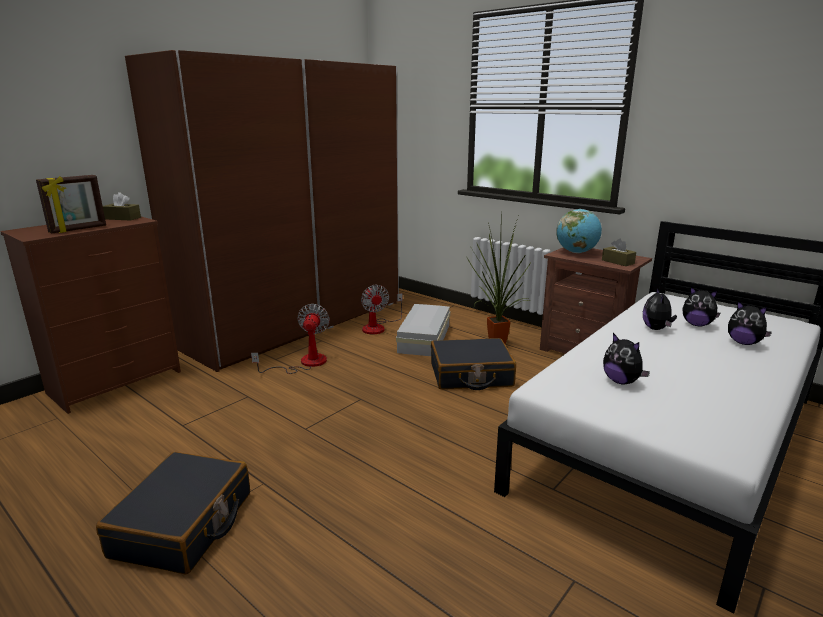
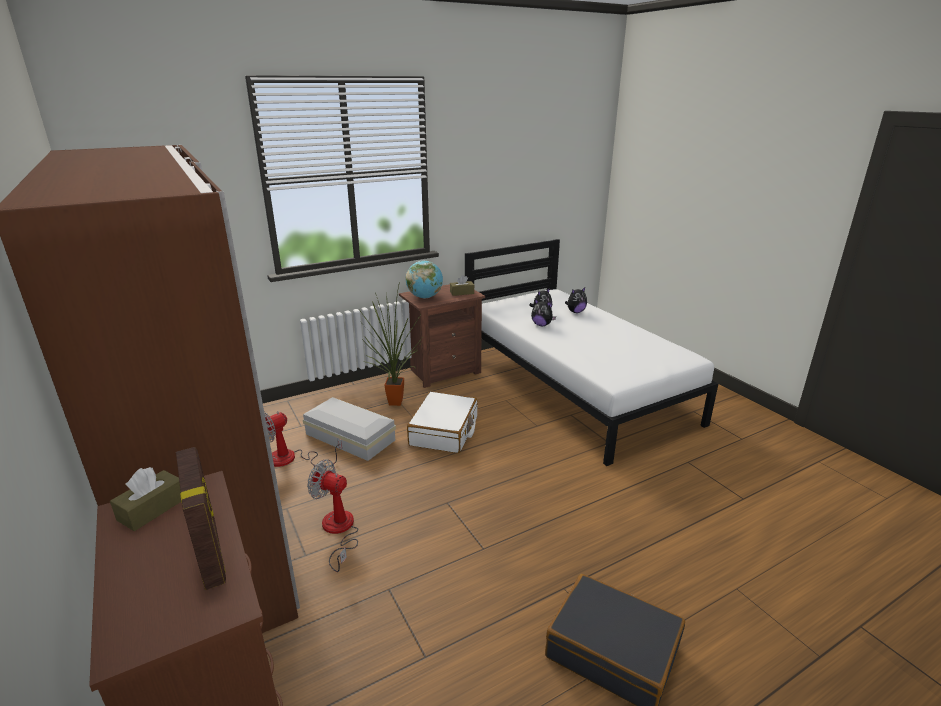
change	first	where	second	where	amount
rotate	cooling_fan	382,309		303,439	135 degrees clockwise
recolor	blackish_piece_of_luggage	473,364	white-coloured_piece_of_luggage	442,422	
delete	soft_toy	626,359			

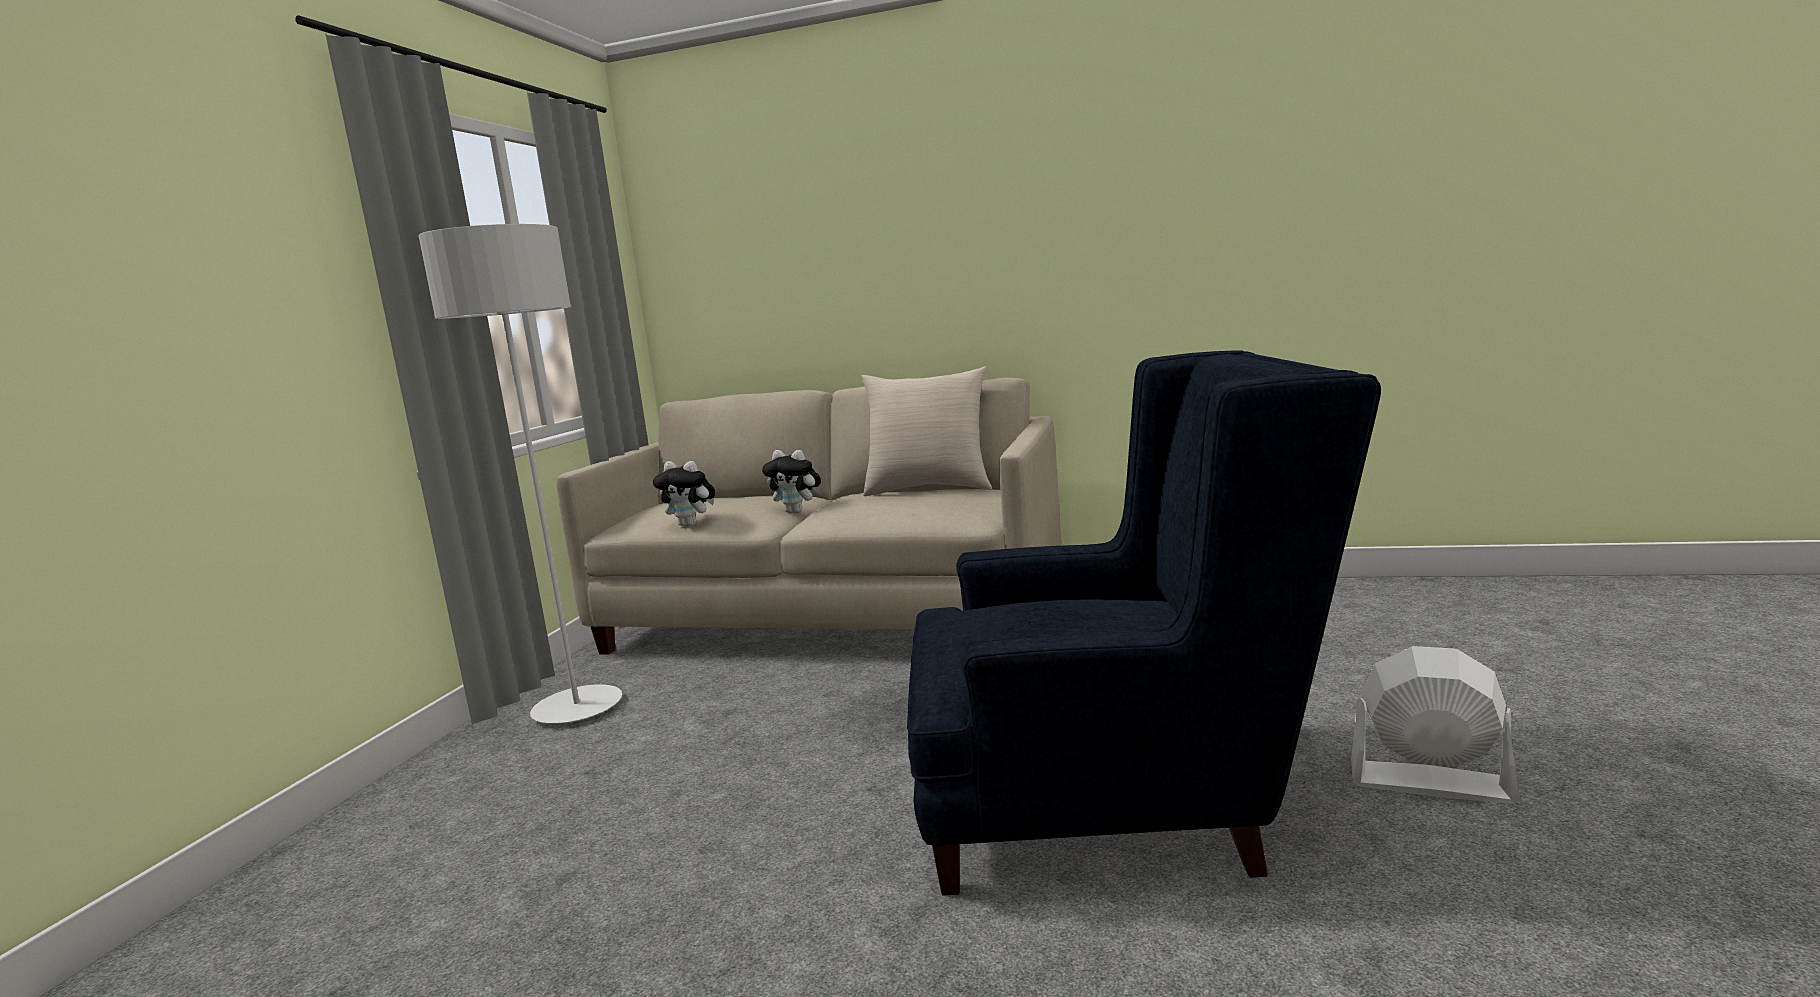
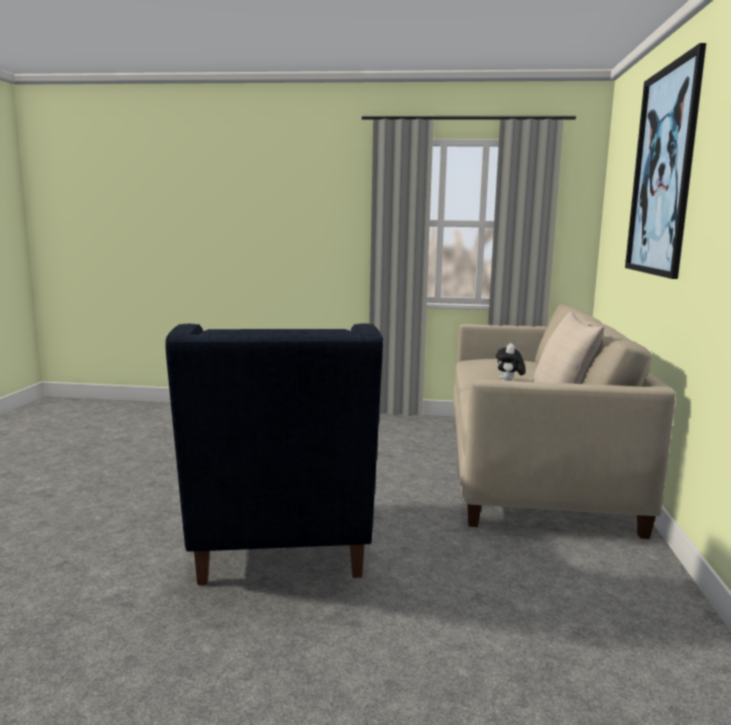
change	first	where	second	where	amount
insert			wall_art	665,161	
delete	gray_standing_lamp	520,474			
delete	soft_toy	684,493			
delete	white-coloured_cooling_fan	1435,725			

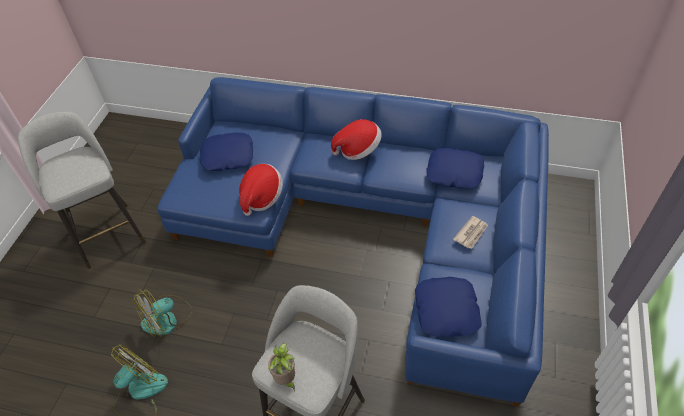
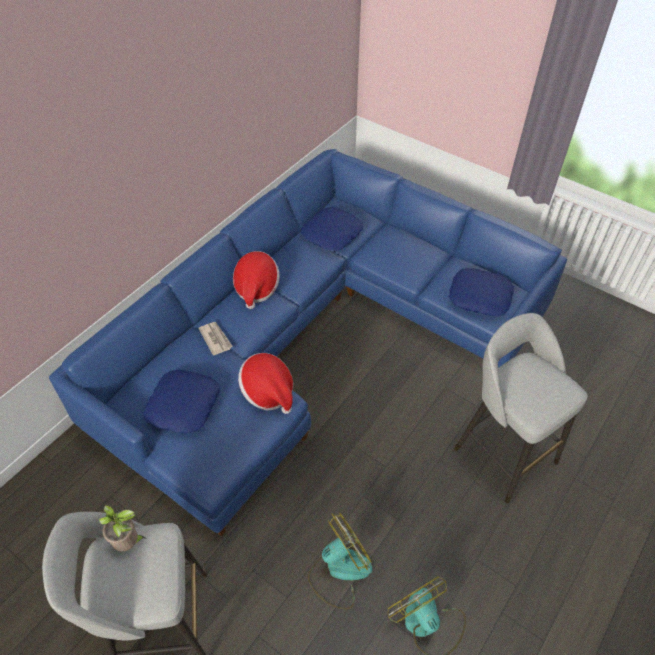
change	first	where	second	where	amount
move	potted_plant	281,366		122,528	
move	printed_paper	470,232		215,339	
rotate	cooling_fan	162,313		340,561	105 degrees counterclockwise

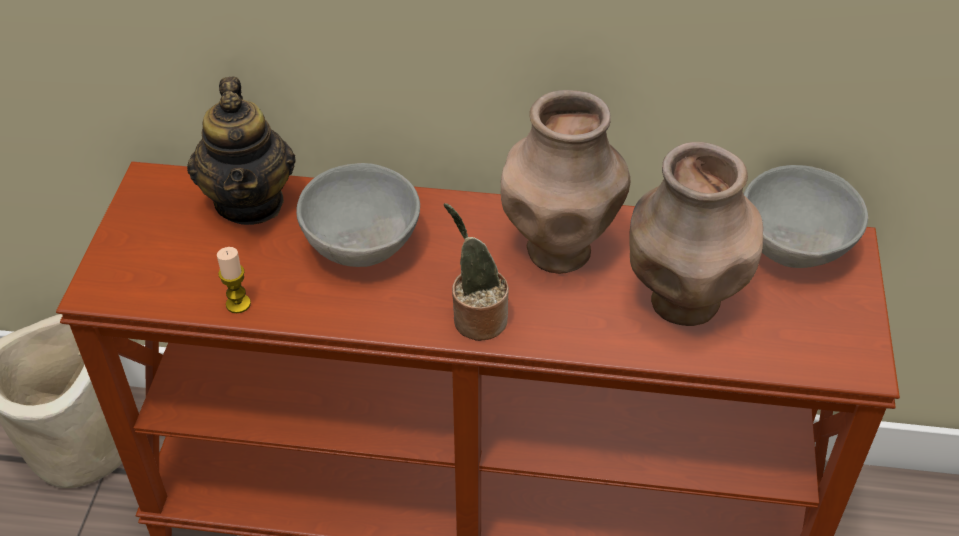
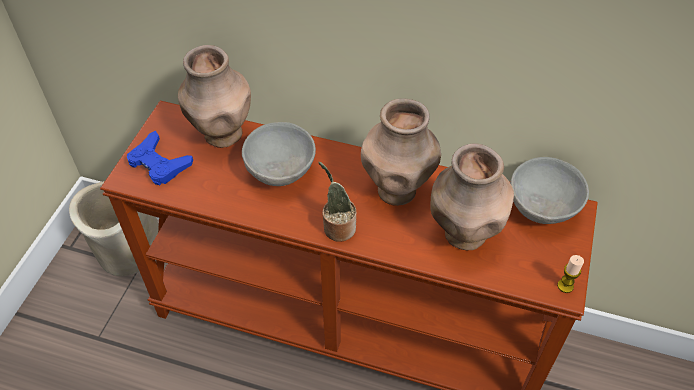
change	first	where	second	where	amount
insert			bluish_joypad	160,157	
replace	pot_for_tea	241,151	brown_decorative_vase	214,96	
move	wax_candle	234,280		570,274	

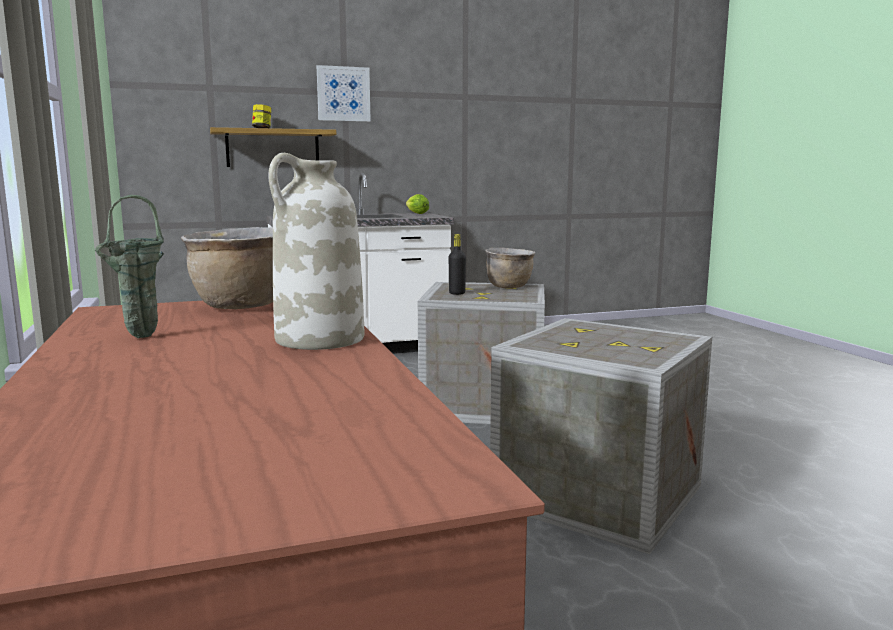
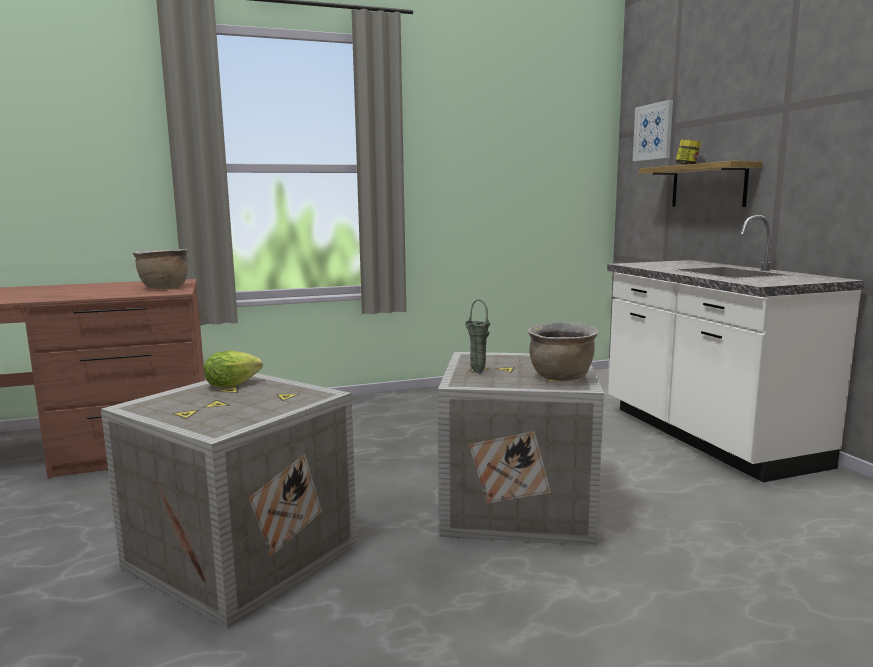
change	first	where	second	where	amount
move	lettuce	417,204		233,369	
move	greenish_decorative_vase	129,267		478,336	
move	wall_art	344,93		653,130	
delete	white-coloured_decorative_vase	316,251			
delete	blackish_bottle	457,264			

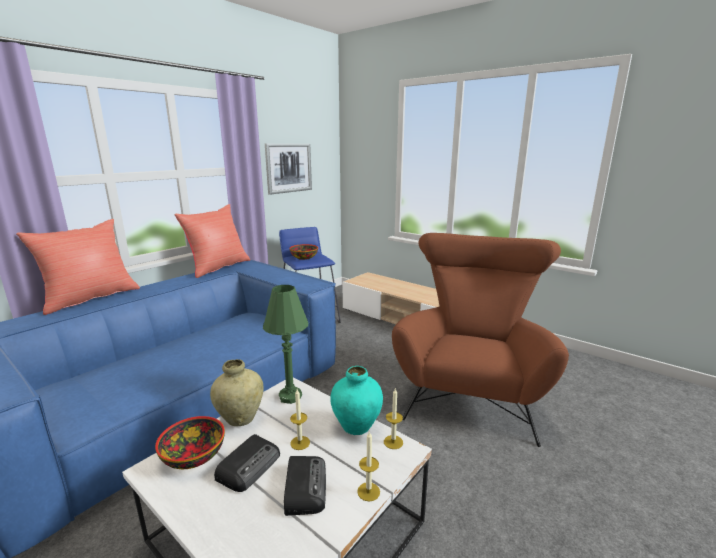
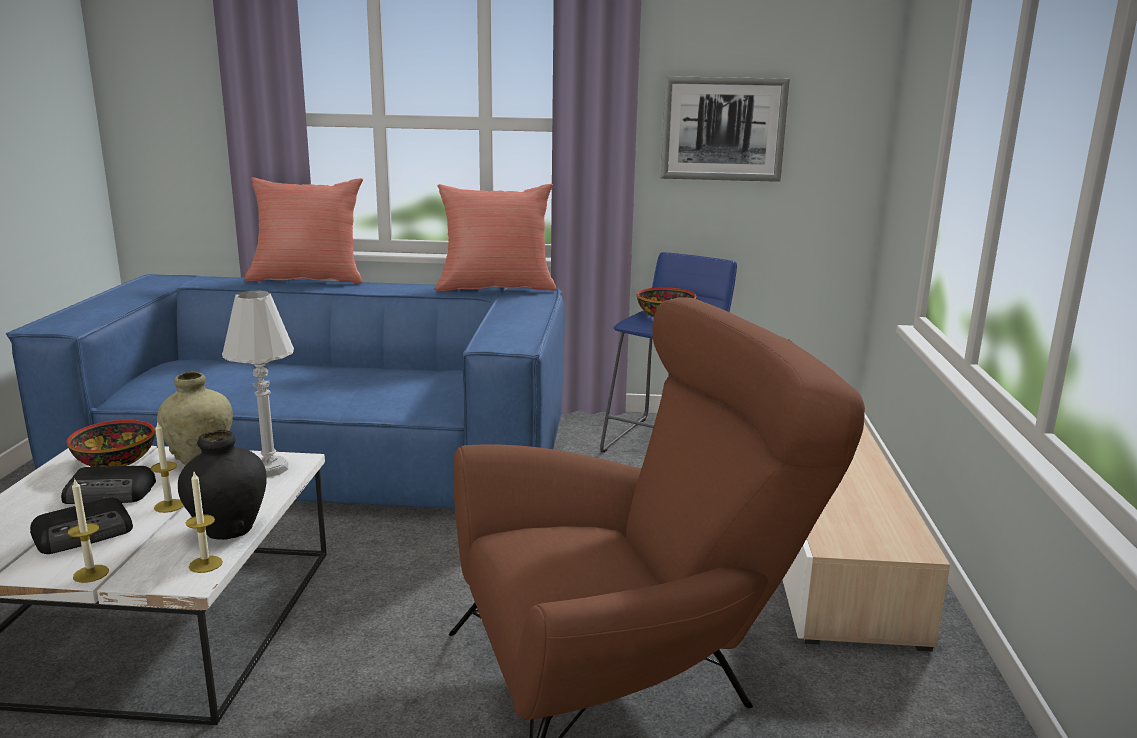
change	first	where	second	where	amount
recolor	blue-green_decorative_vase	356,400	blackish_decorative_vase	222,485	
recolor	greenish_table_lamp	285,344	white-coloured_table_lamp	258,384	

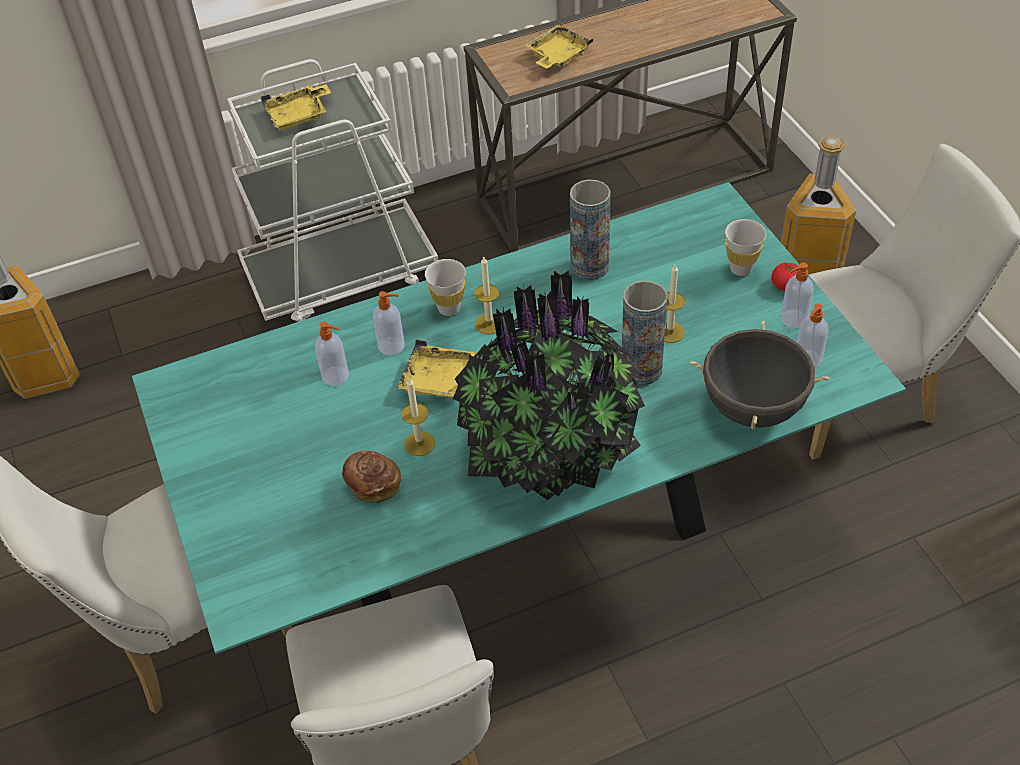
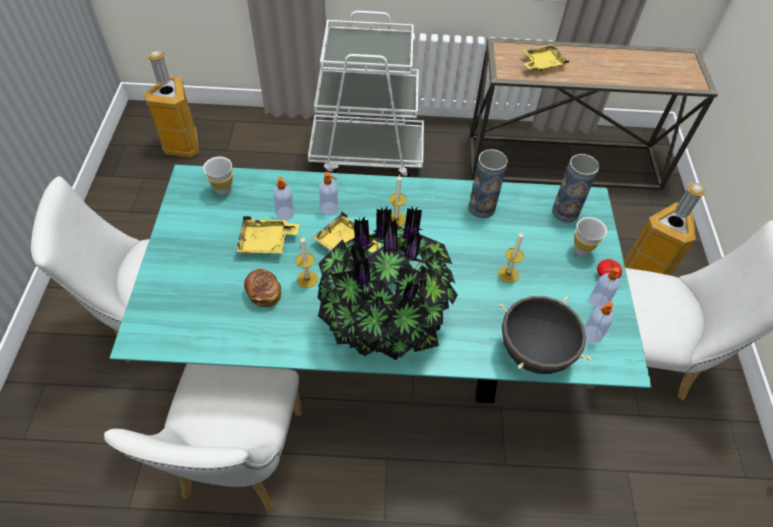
change	first	where	second	where	amount
move	white-coloured_small_cup	445,287		218,176	
move	yellow-coloured_tray	296,107		267,235	
move	decorative_vase	644,333		575,188	

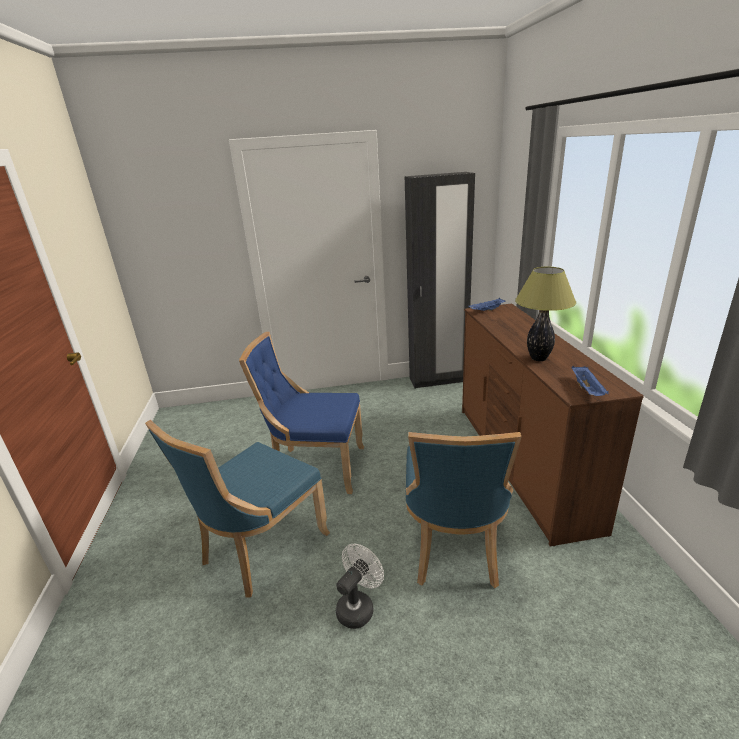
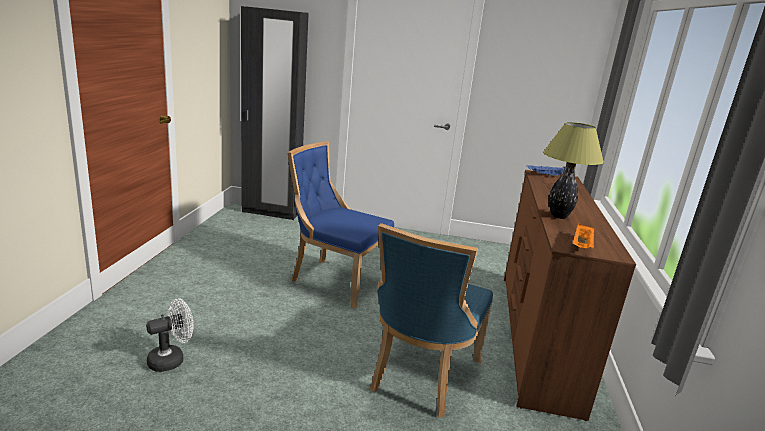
change	first	where	second	where	amount
move	white-coloured_cooling_fan	360,586		170,335	
move	blackish_wardrobe	440,280		275,113	
recolor	bluish_tray	590,381	orange_tray	584,236	
delete	bluish_plain_chair	237,508			

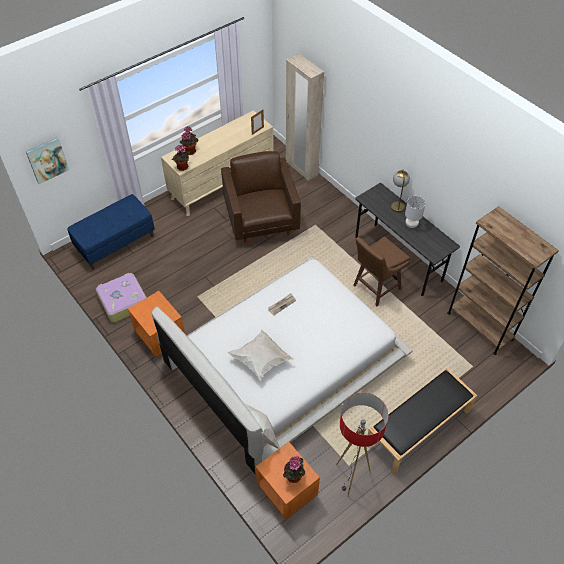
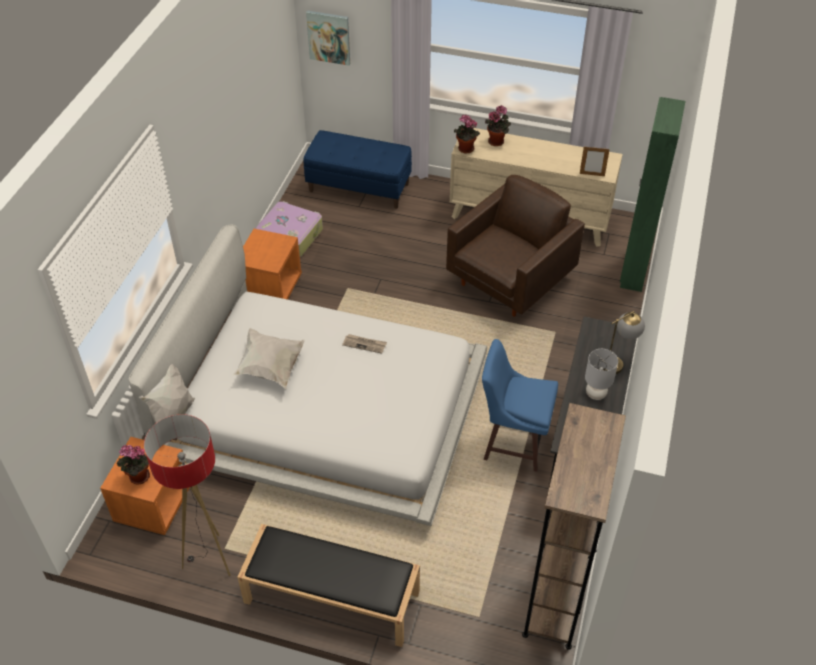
change	first	where	second	where	amount
recolor	brown_sitting_stool	381,271	bluish_sitting_stool	520,405	
recolor	sand-coloured_wardrobe	305,117	greenish_wardrobe	653,194	

